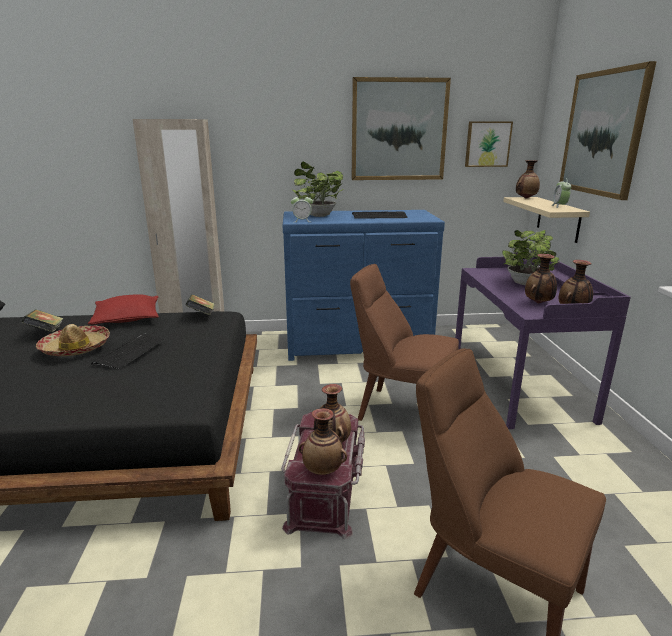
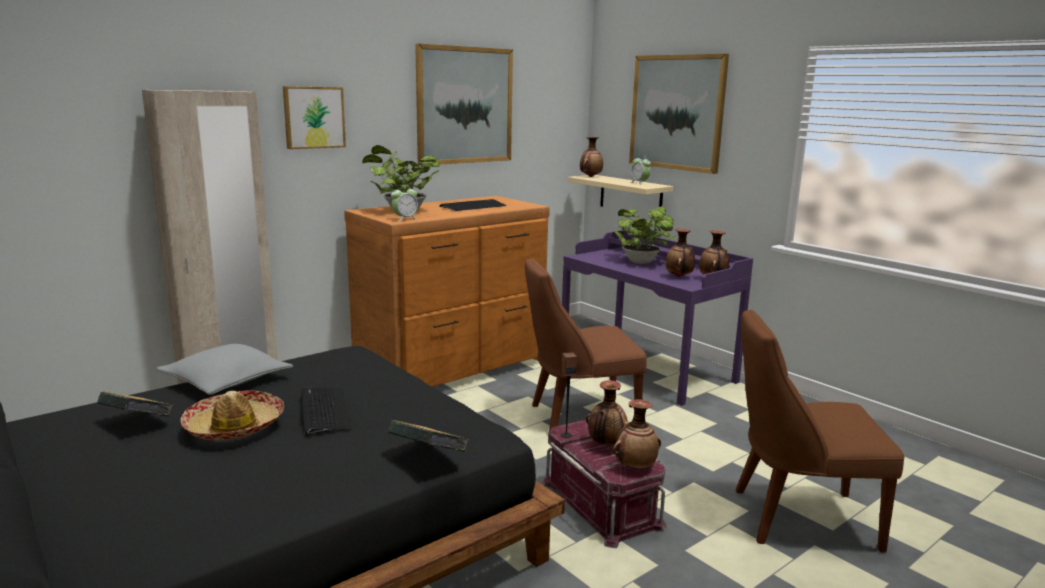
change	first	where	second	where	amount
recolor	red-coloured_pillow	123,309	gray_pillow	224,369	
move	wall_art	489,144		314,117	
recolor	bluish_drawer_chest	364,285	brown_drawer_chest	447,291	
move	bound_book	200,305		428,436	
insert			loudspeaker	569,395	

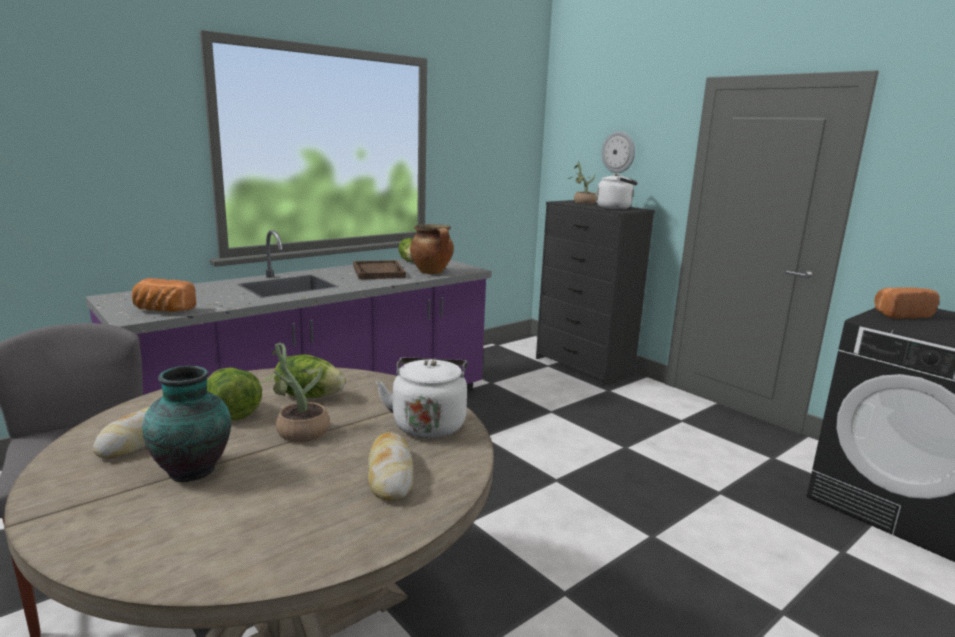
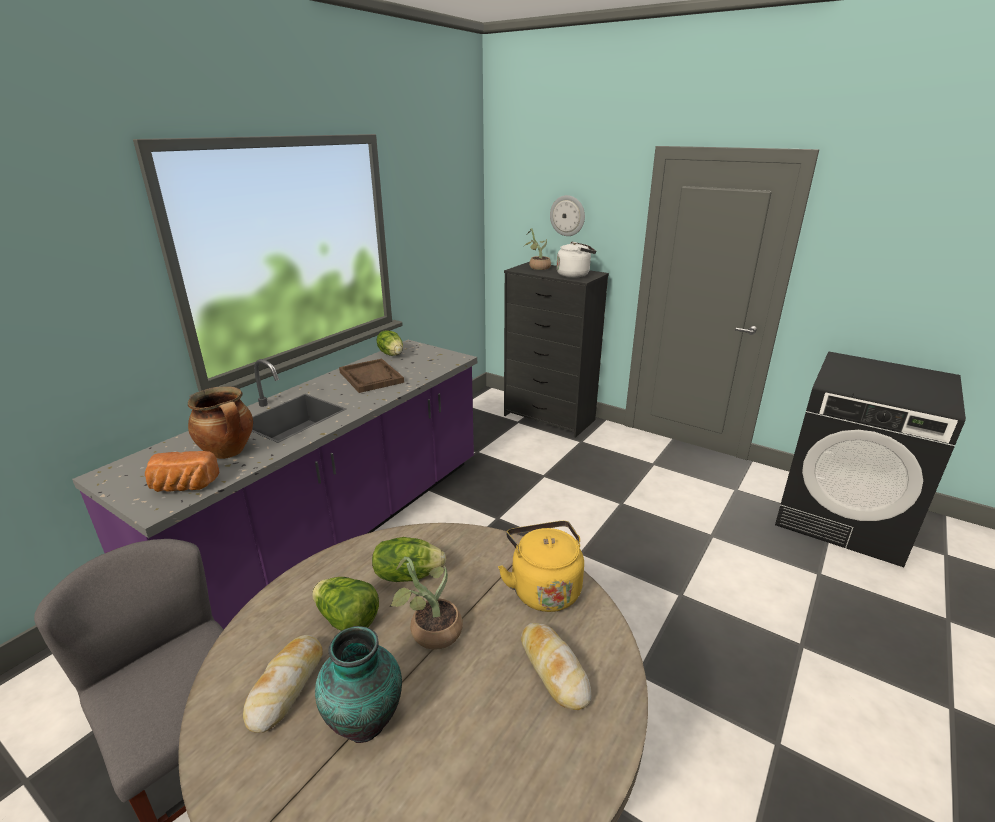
change	first	where	second	where	amount
move	stockpot	432,249		220,422	
recolor	white-coloured_kettle	422,397	yellow-coloured_kettle	541,566	
delete	bakery_bread	907,303			

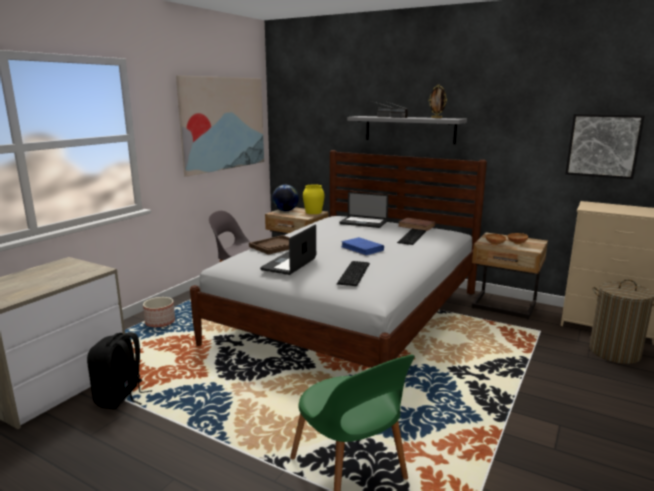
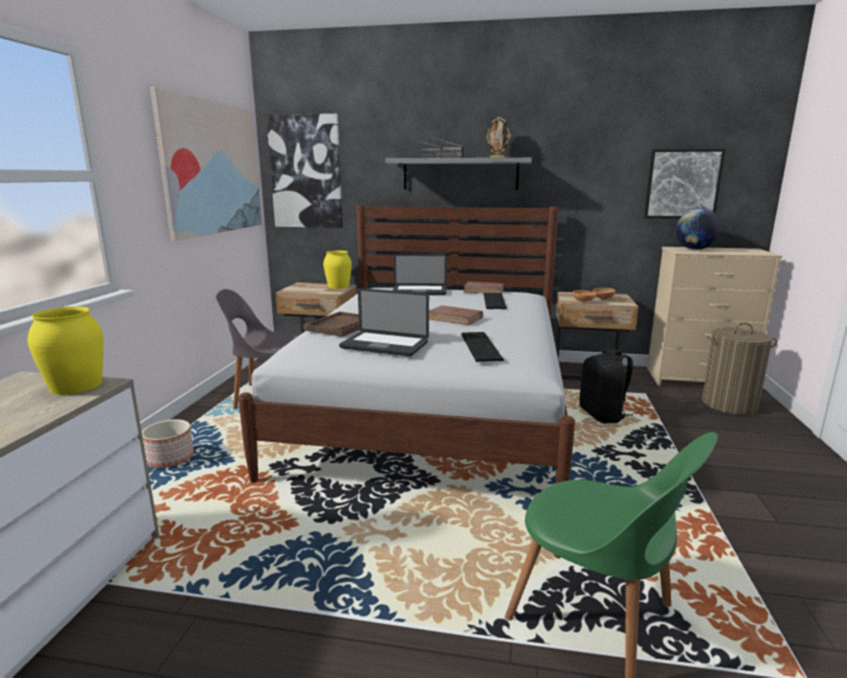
change	first	where	second	where	amount
insert			yellow-coloured_decorative_vase	66,350	
insert			wall_art	304,171	
rotate	portable_computer	288,250		384,322	75 degrees counterclockwise
recolor	bluish_bound_book	362,246	brown_bound_book	456,315	
move	blackish_backpack	119,370		606,386	
move	world_globe	285,198		698,229	

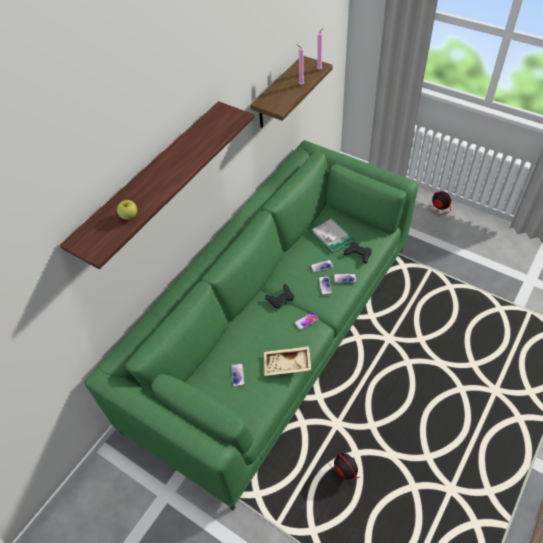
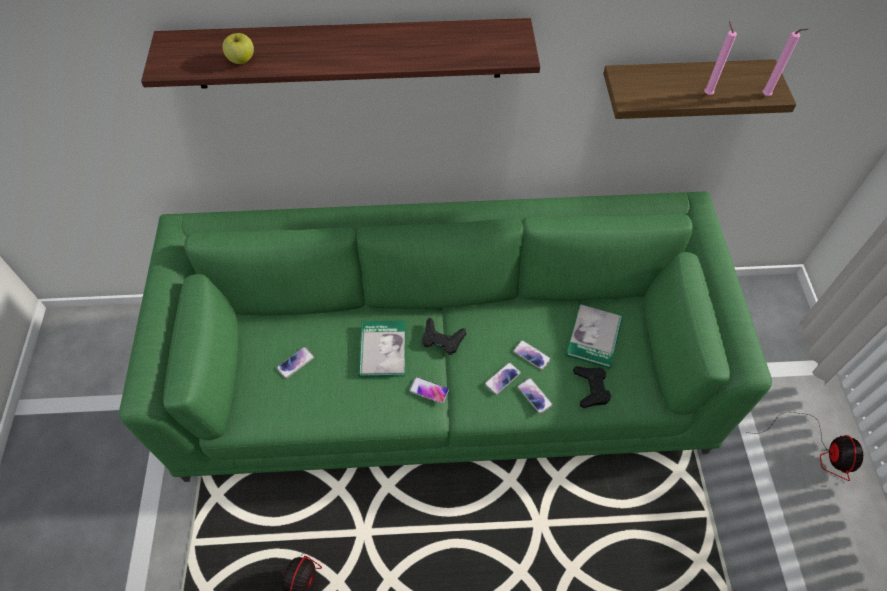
change	first	where	second	where	amount
insert			bound_book	382,349	
delete	sand-coloured_tray	287,361			

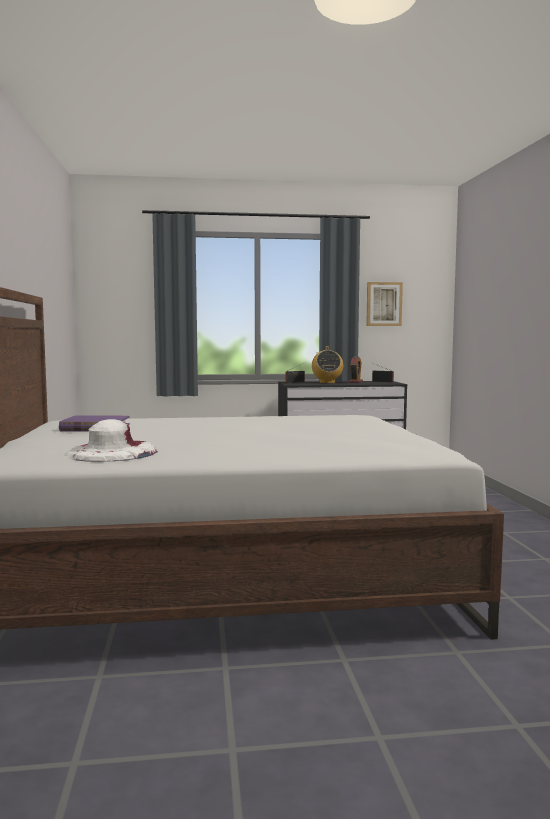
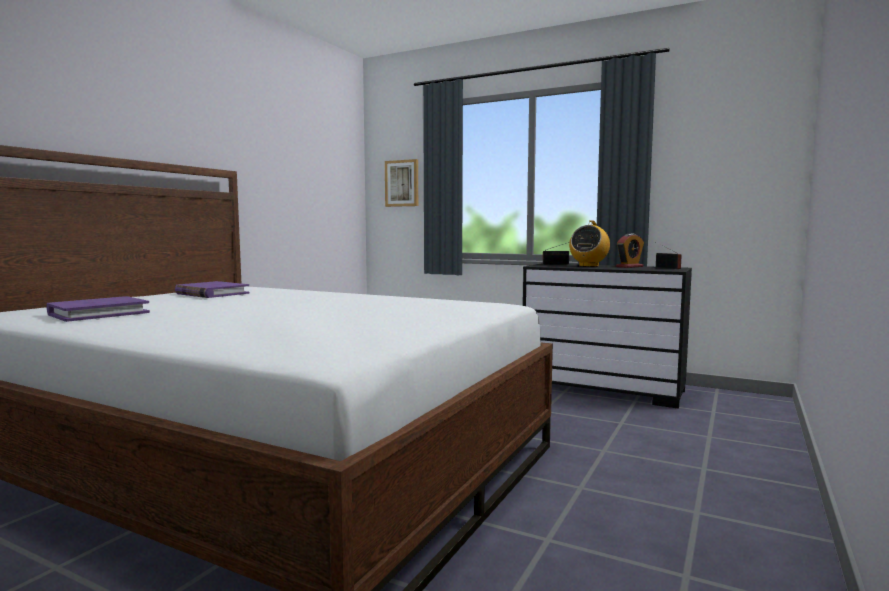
change	first	where	second	where	amount
replace	white-coloured_wearable_hat	111,440	purplish_bound_book	98,309	
move	wall_art	384,304		401,183	

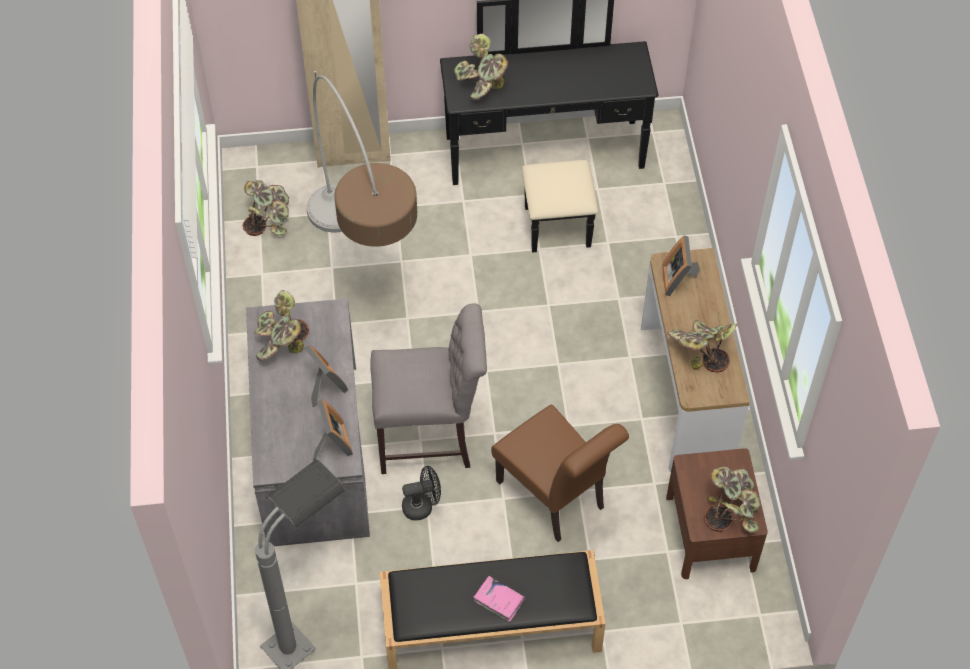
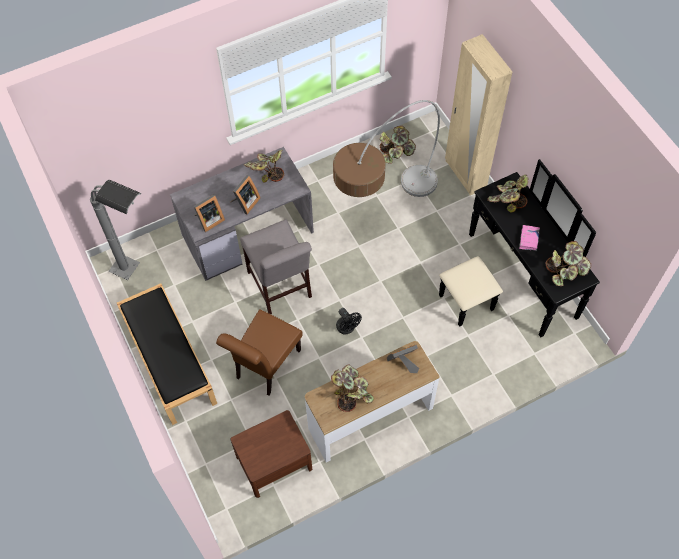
change	first	where	second	where	amount
move	blackish_cooling_fan	421,493		349,321	
move	pink_bound_book	499,599		529,238	
move	potted_plant	732,499		568,263	

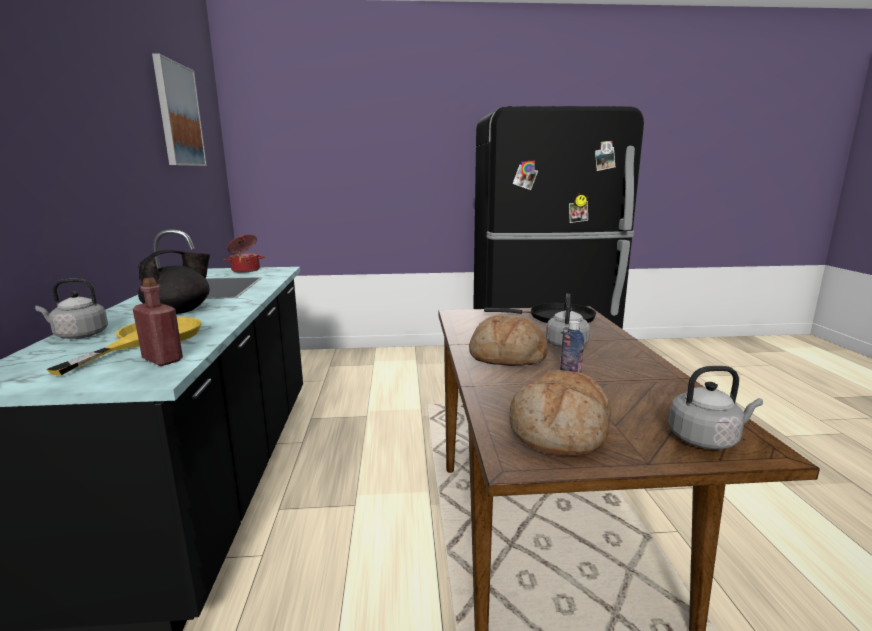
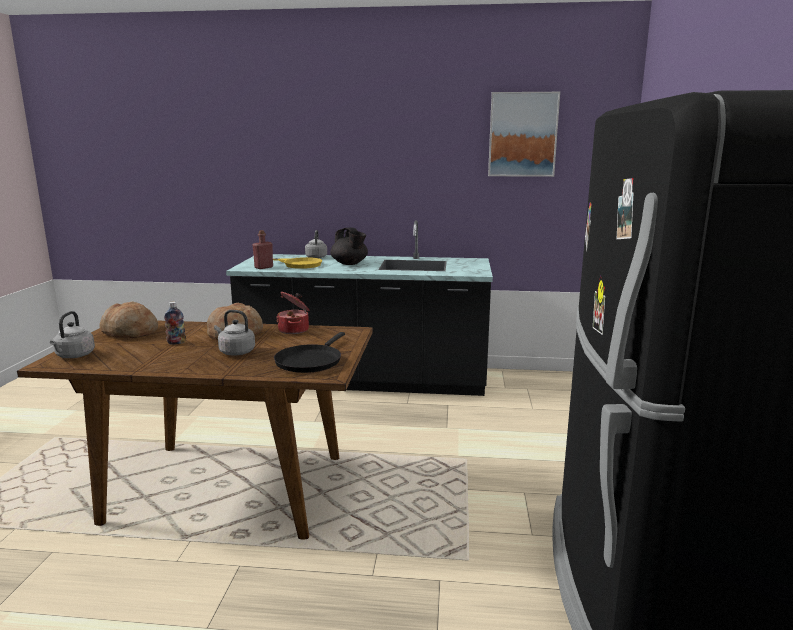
change	first	where	second	where	amount
move	stockpot	244,253		292,313	

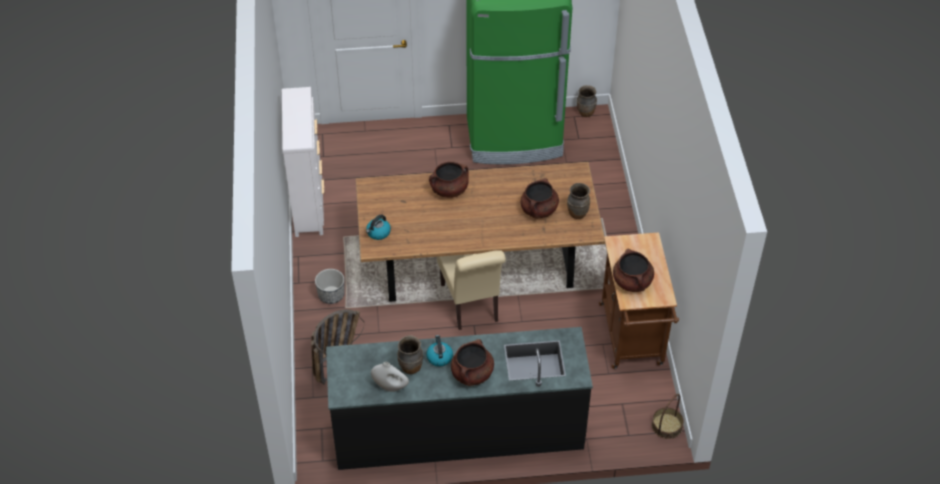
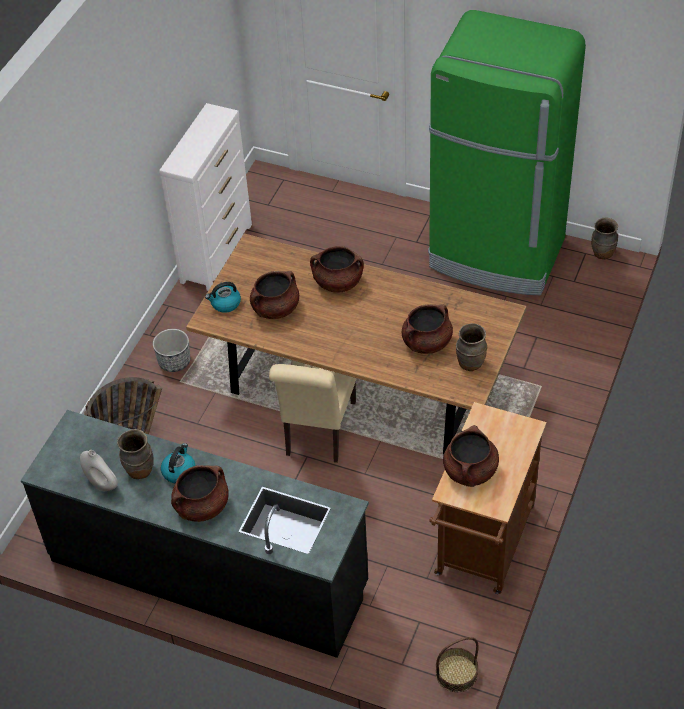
change	first	where	second	where	amount
insert			brown_stockpot	274,295	

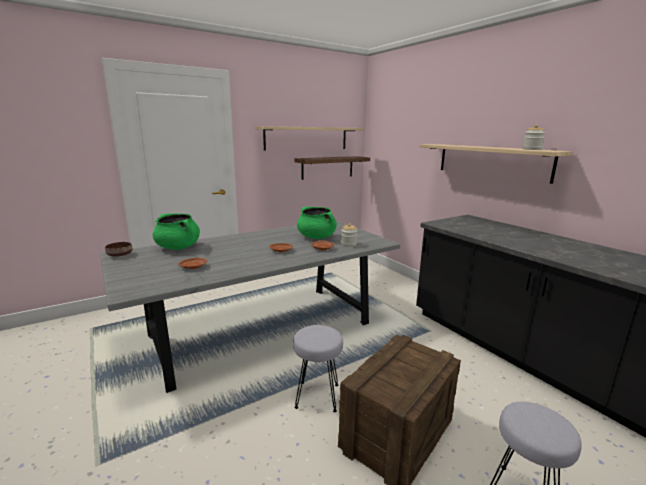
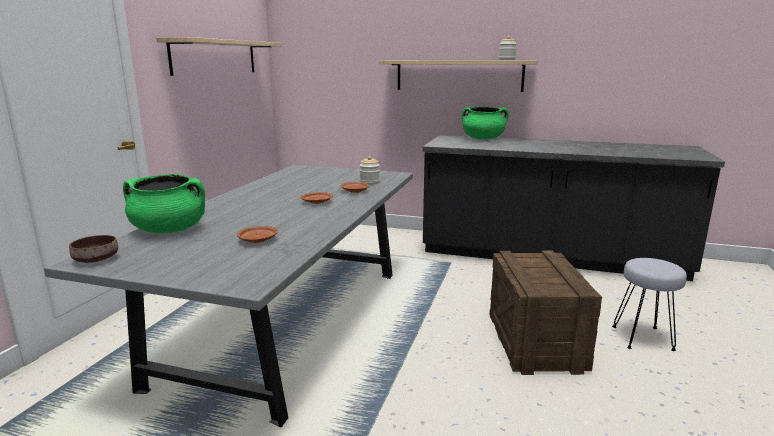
change	first	where	second	where	amount
move	greenish_stockpot	317,223		485,122	
delete	gray_sitting_stool	318,368			
delete	wall_shelf	332,168			

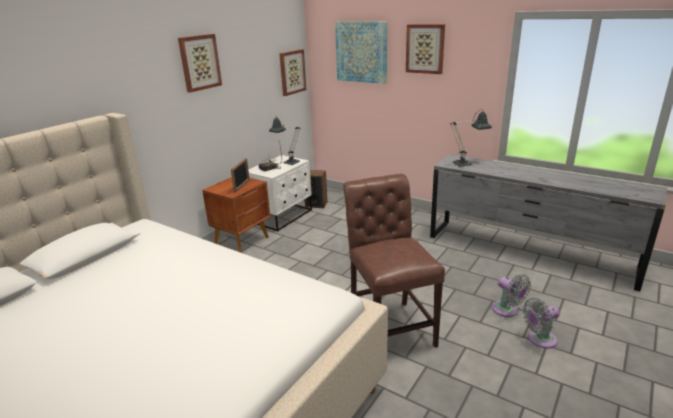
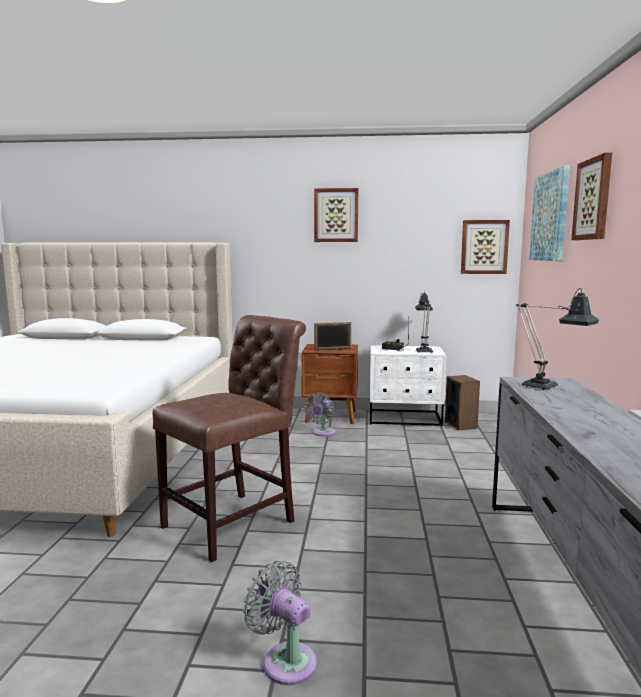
change	first	where	second	where	amount
move	gray_cooling_fan	511,295		319,414	

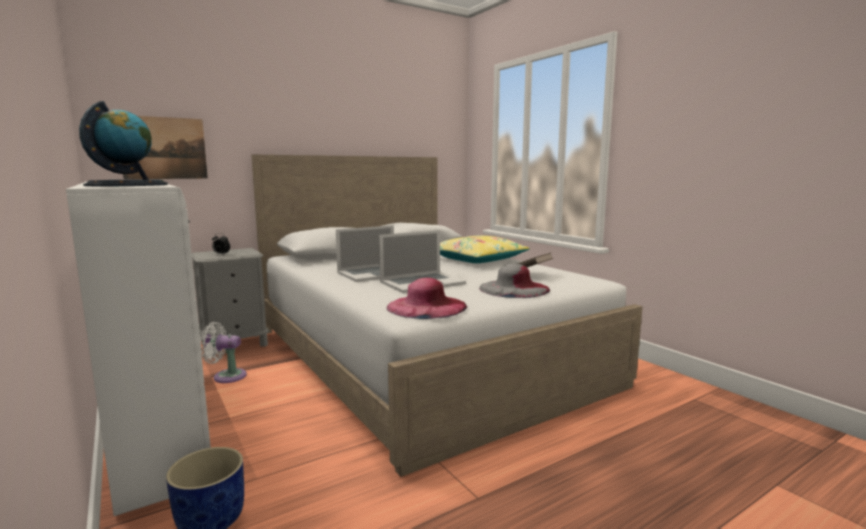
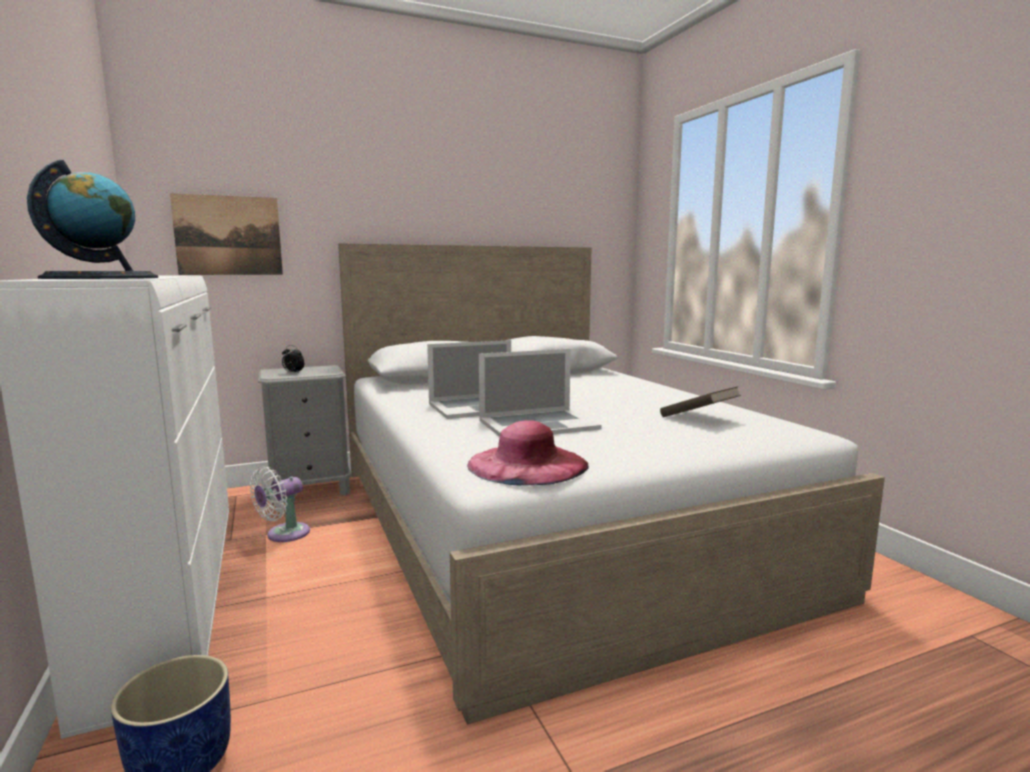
change	first	where	second	where	amount
rotate	white-coloured_cooling_fan	223,352		280,504	60 degrees counterclockwise
delete	yellow-coloured_pillow	485,249			
delete	gray_wearable_hat	514,281			

